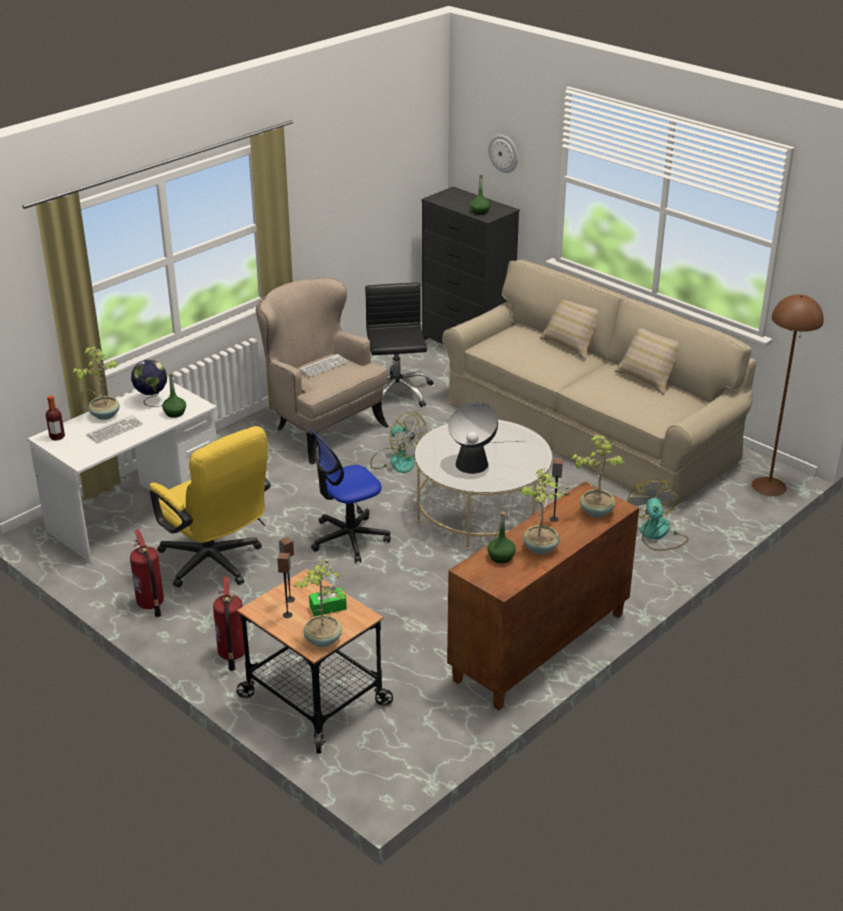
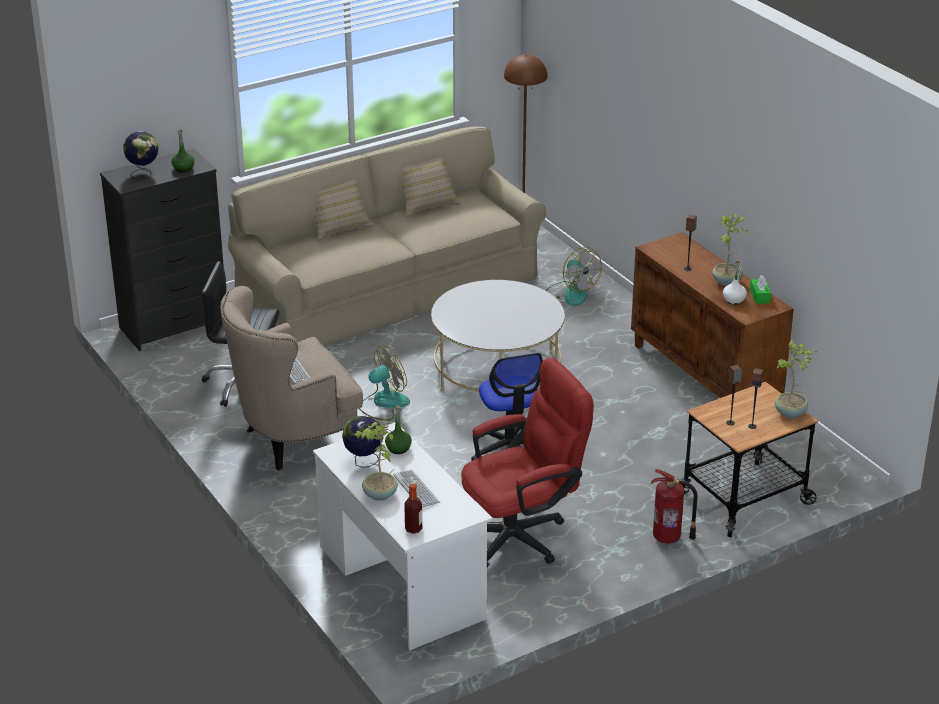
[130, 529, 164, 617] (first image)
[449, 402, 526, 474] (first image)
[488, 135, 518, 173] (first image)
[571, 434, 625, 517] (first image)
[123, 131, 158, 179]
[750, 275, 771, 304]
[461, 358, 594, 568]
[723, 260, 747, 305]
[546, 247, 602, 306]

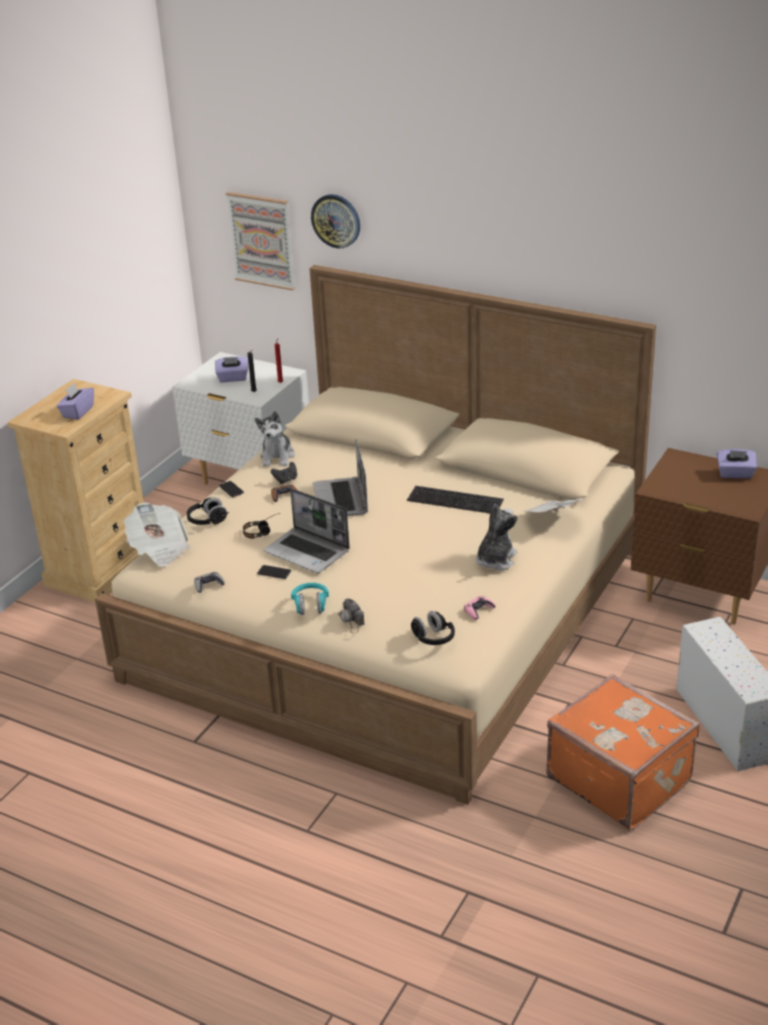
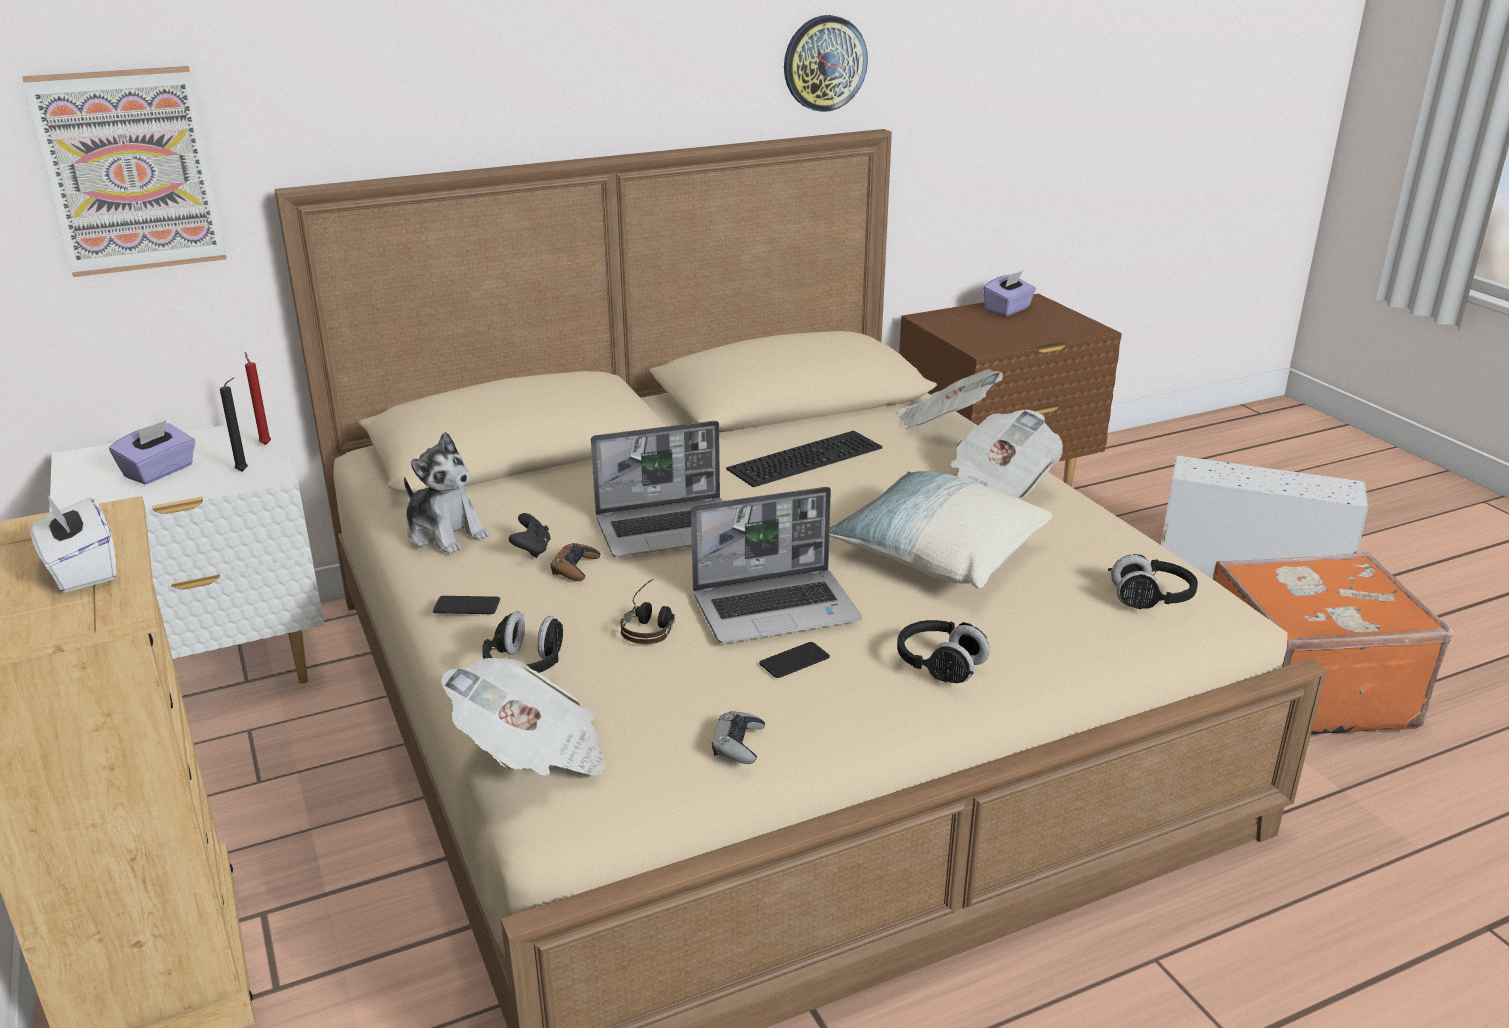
[338, 598, 365, 634] (first image)
[464, 596, 495, 620] (first image)
[829, 471, 1052, 589]
[784, 15, 868, 112]
[950, 410, 1063, 498]
[30, 495, 116, 592]
[897, 620, 990, 683]
[591, 421, 723, 557]

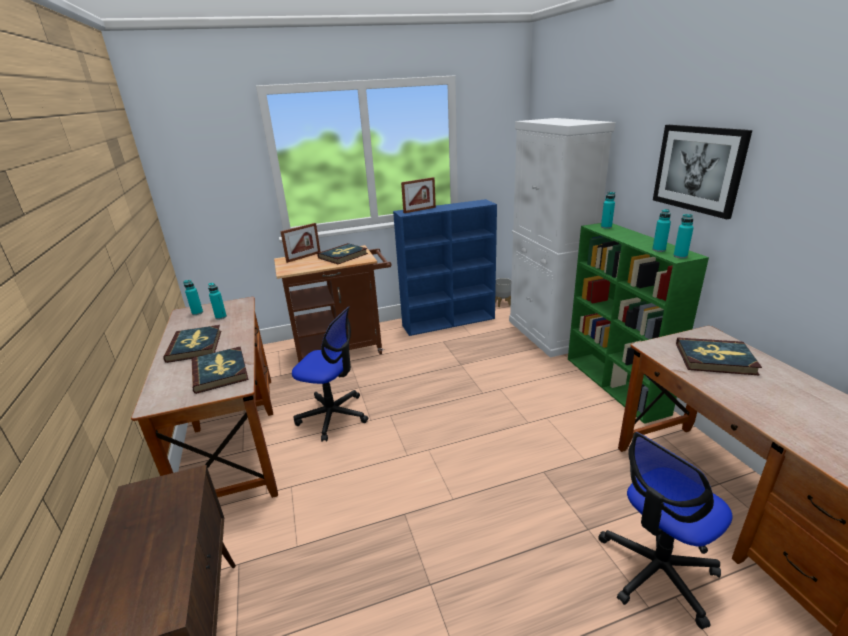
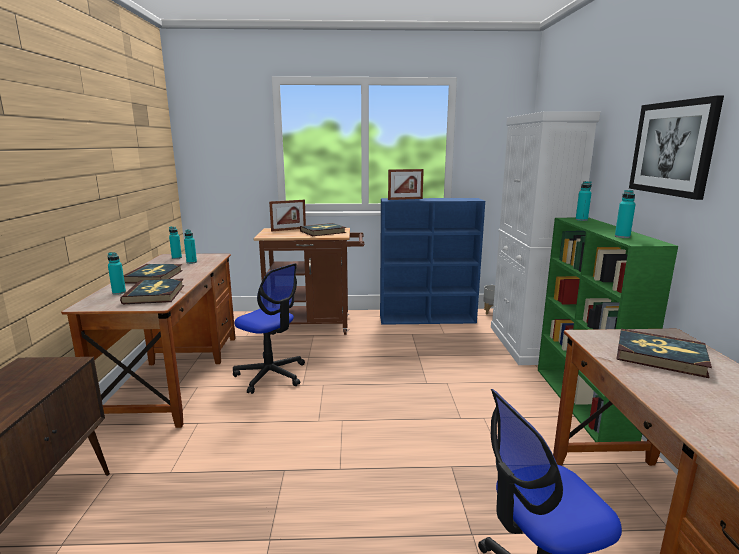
[107, 252, 126, 295]

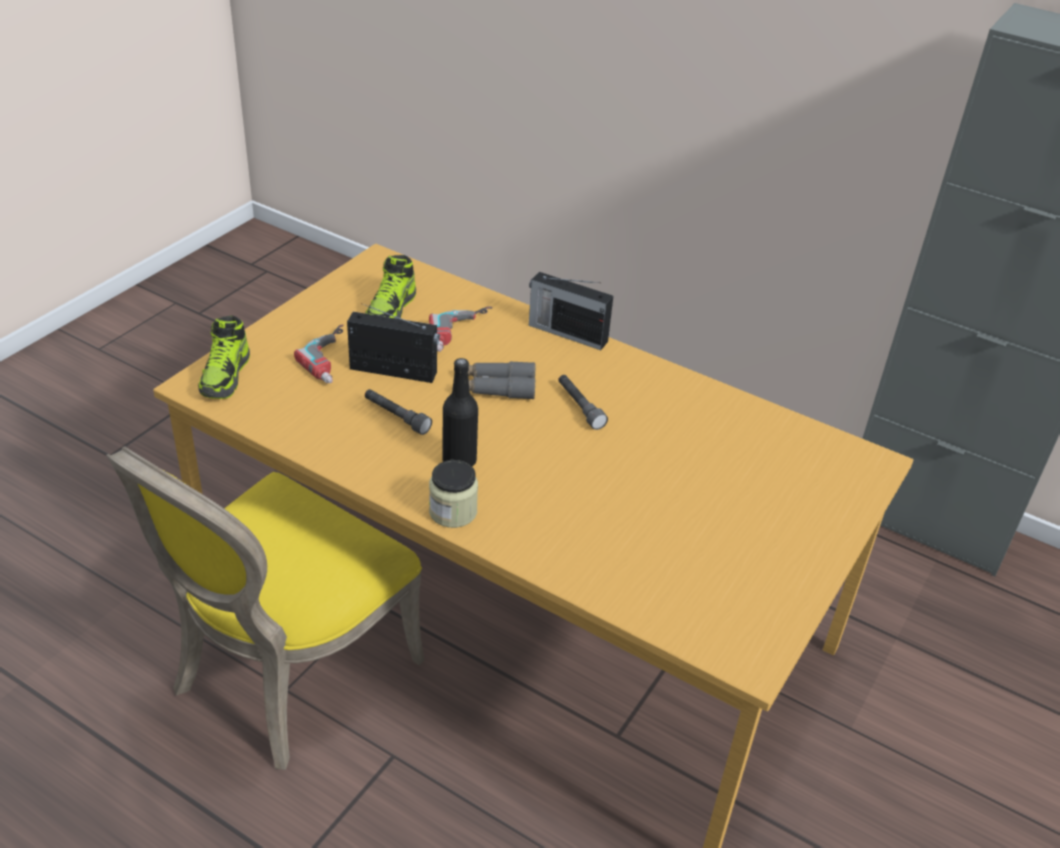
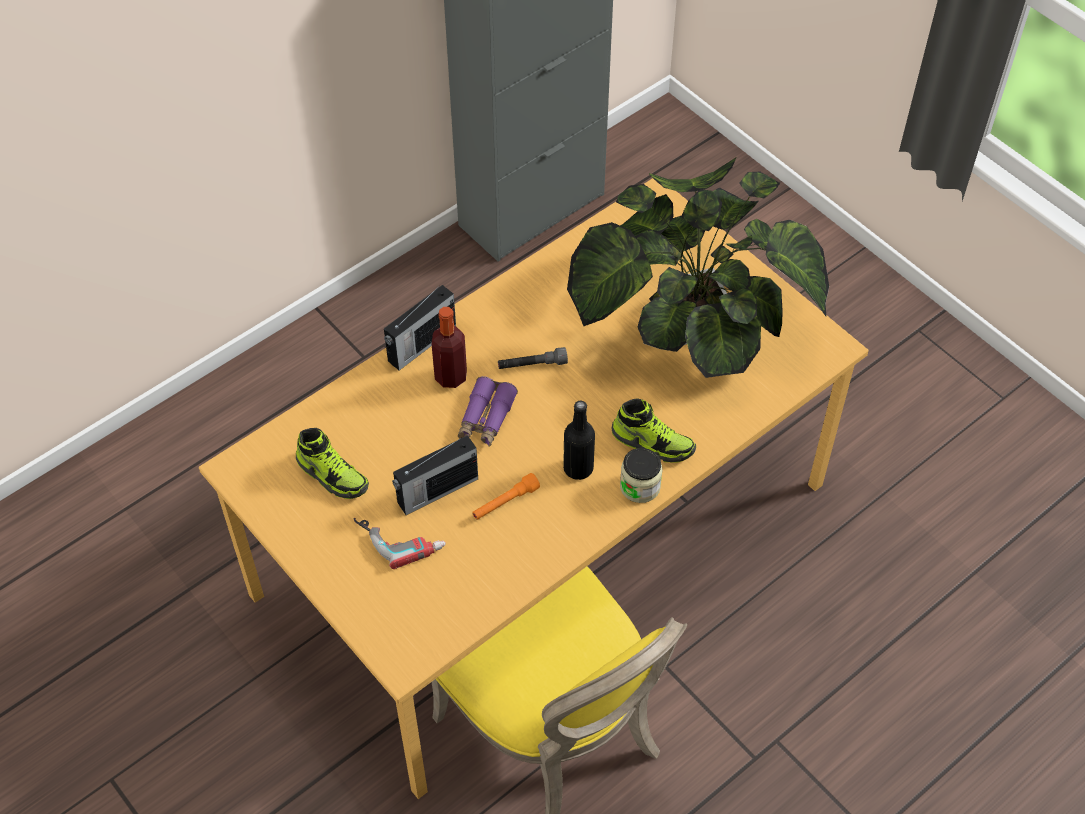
[429, 306, 492, 352] (first image)
[432, 307, 467, 388]
[567, 158, 829, 378]
[611, 398, 696, 463]
[472, 473, 540, 520]
[458, 376, 518, 447]
[392, 435, 478, 515]

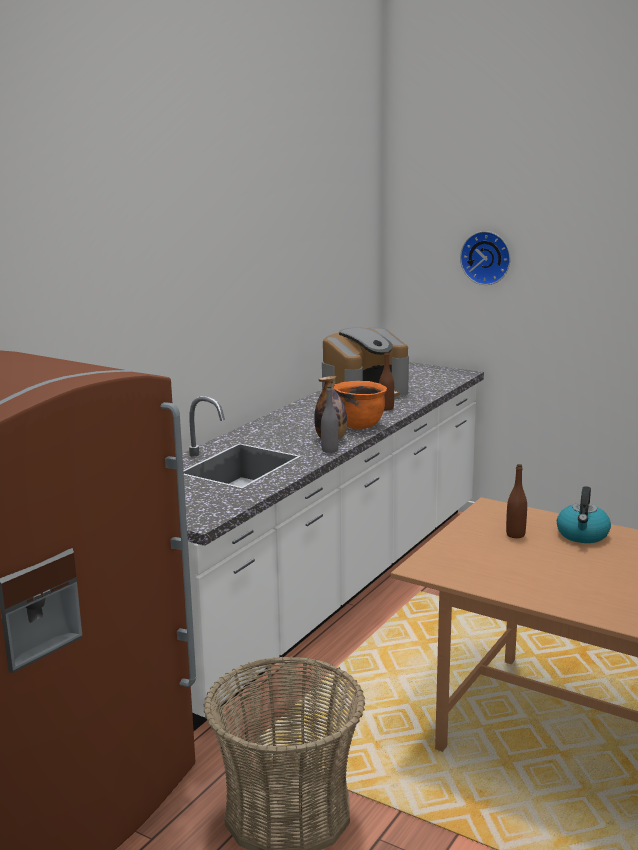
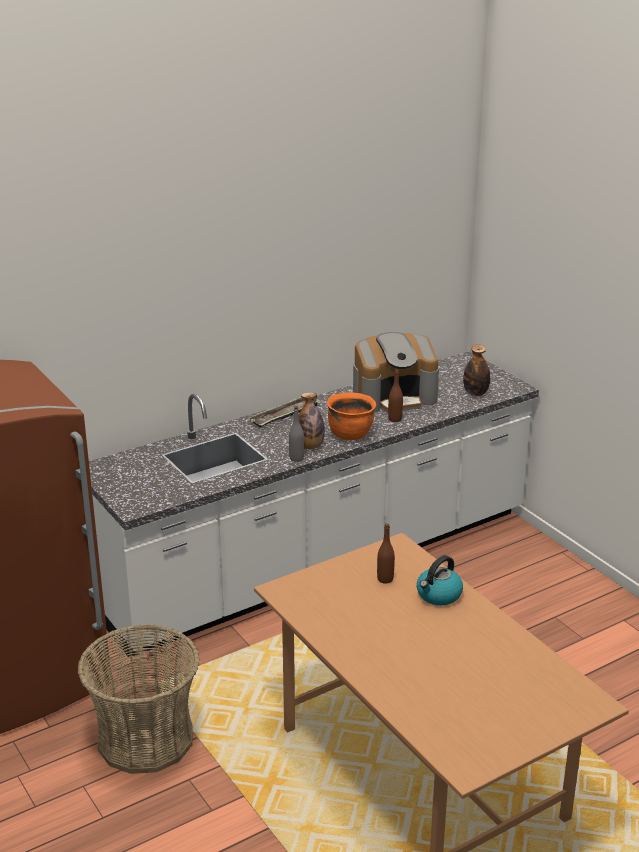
[460, 231, 510, 285] (first image)
[248, 396, 320, 427]
[463, 344, 490, 396]

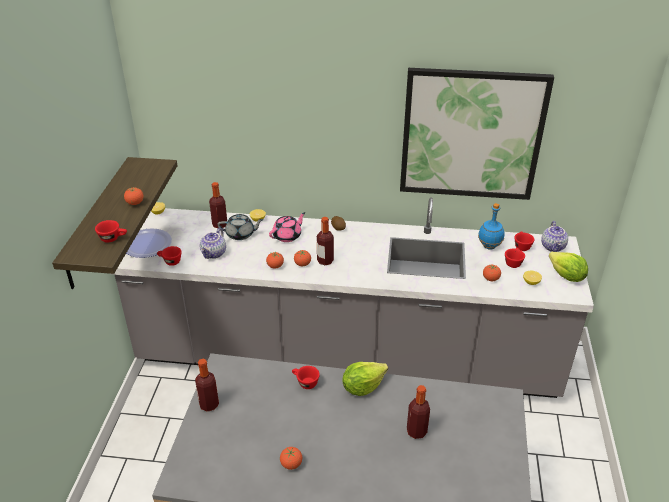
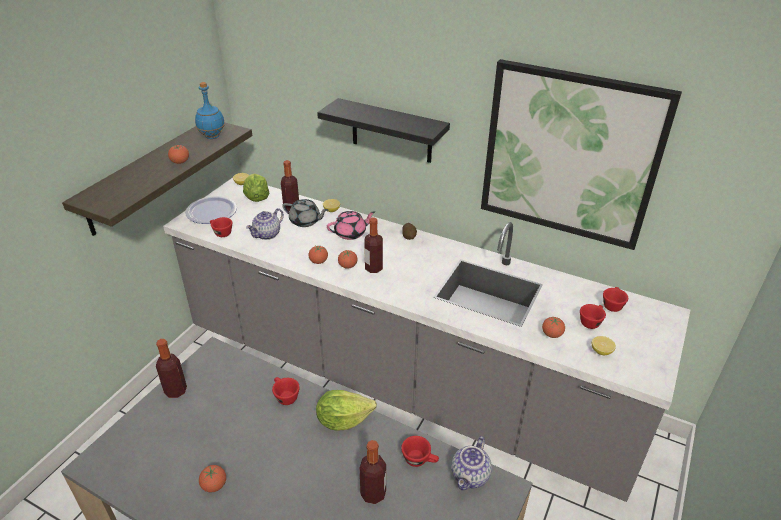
[317, 98, 450, 163]
[401, 436, 439, 467]
[195, 82, 225, 139]
[451, 436, 492, 490]
[243, 174, 269, 202]

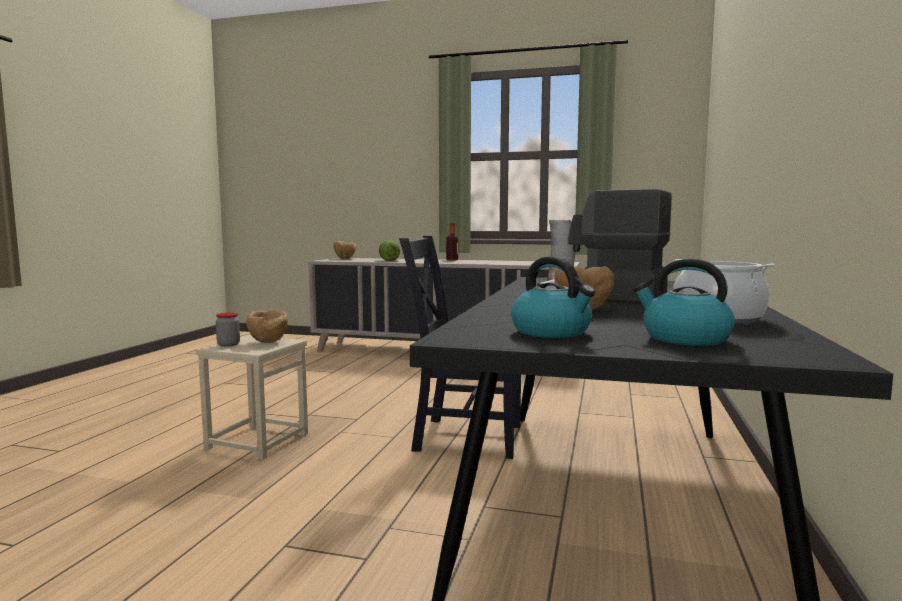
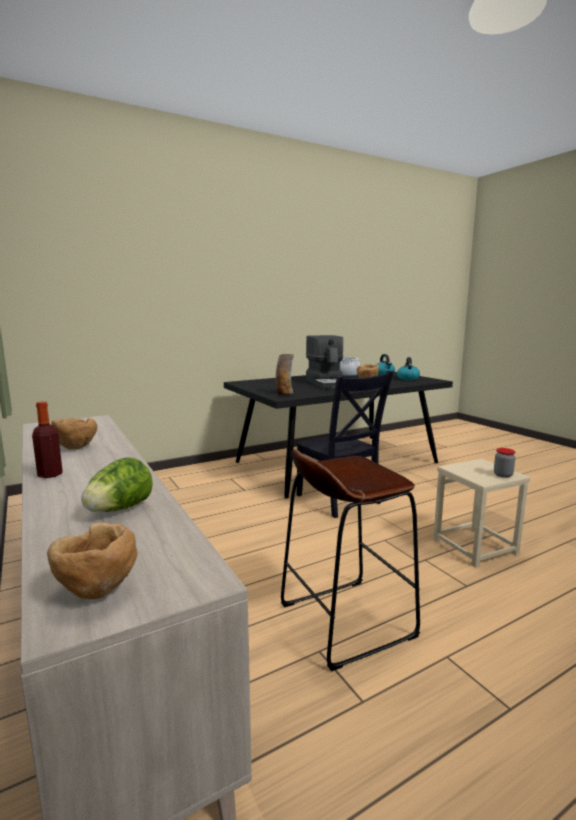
[281, 449, 420, 671]
[51, 417, 97, 450]

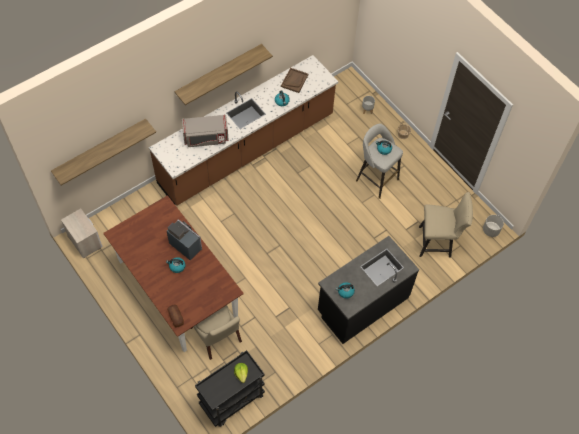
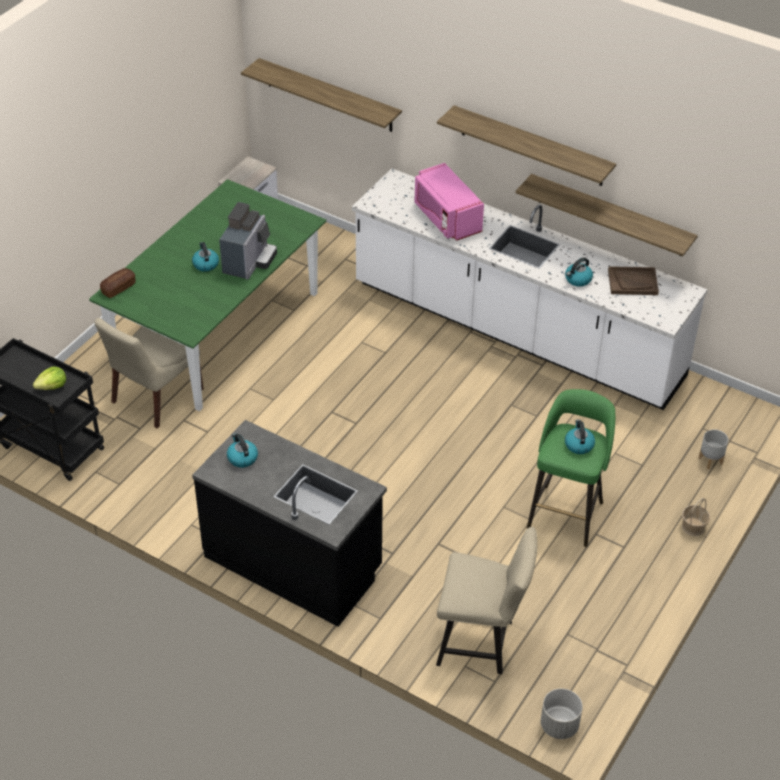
[515, 174, 698, 256]
[89, 179, 326, 411]
[352, 168, 707, 410]
[415, 163, 484, 241]
[527, 389, 615, 547]
[436, 527, 537, 674]

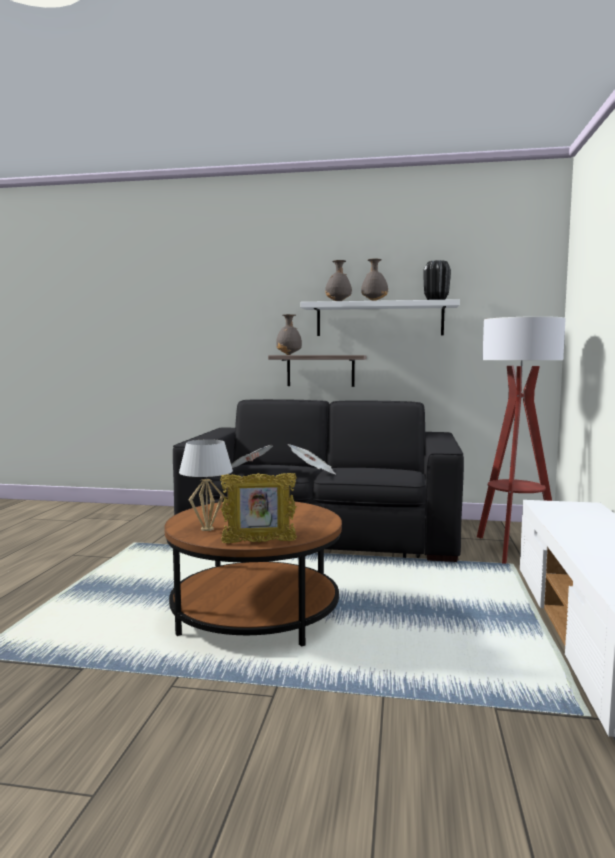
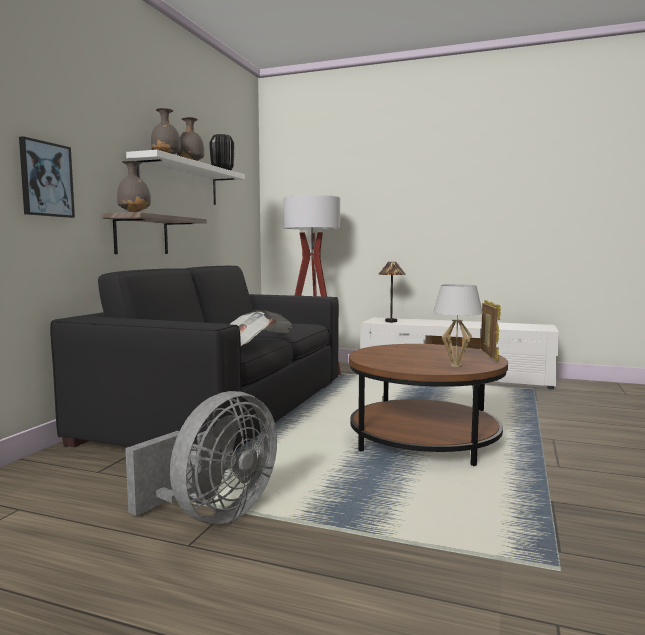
[19, 136, 75, 218]
[125, 391, 277, 524]
[378, 262, 406, 322]

